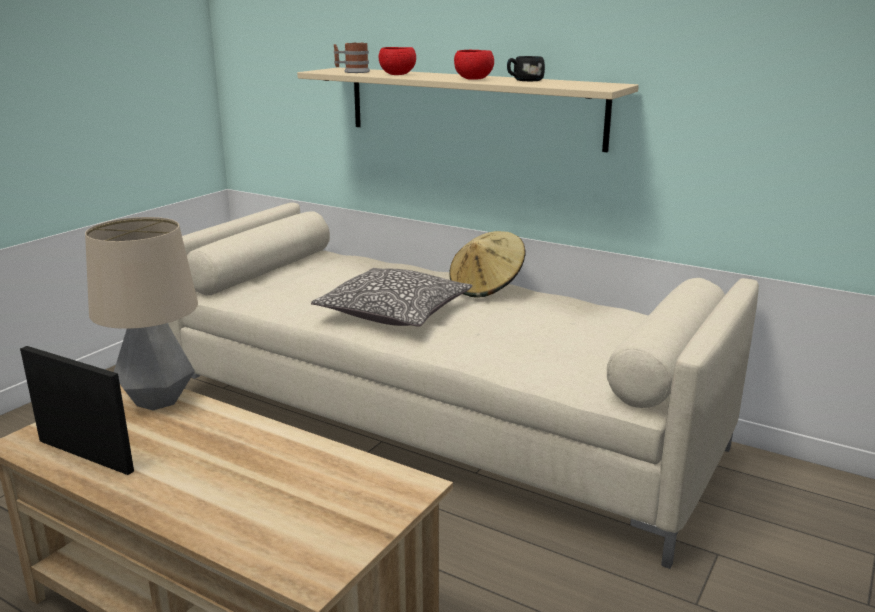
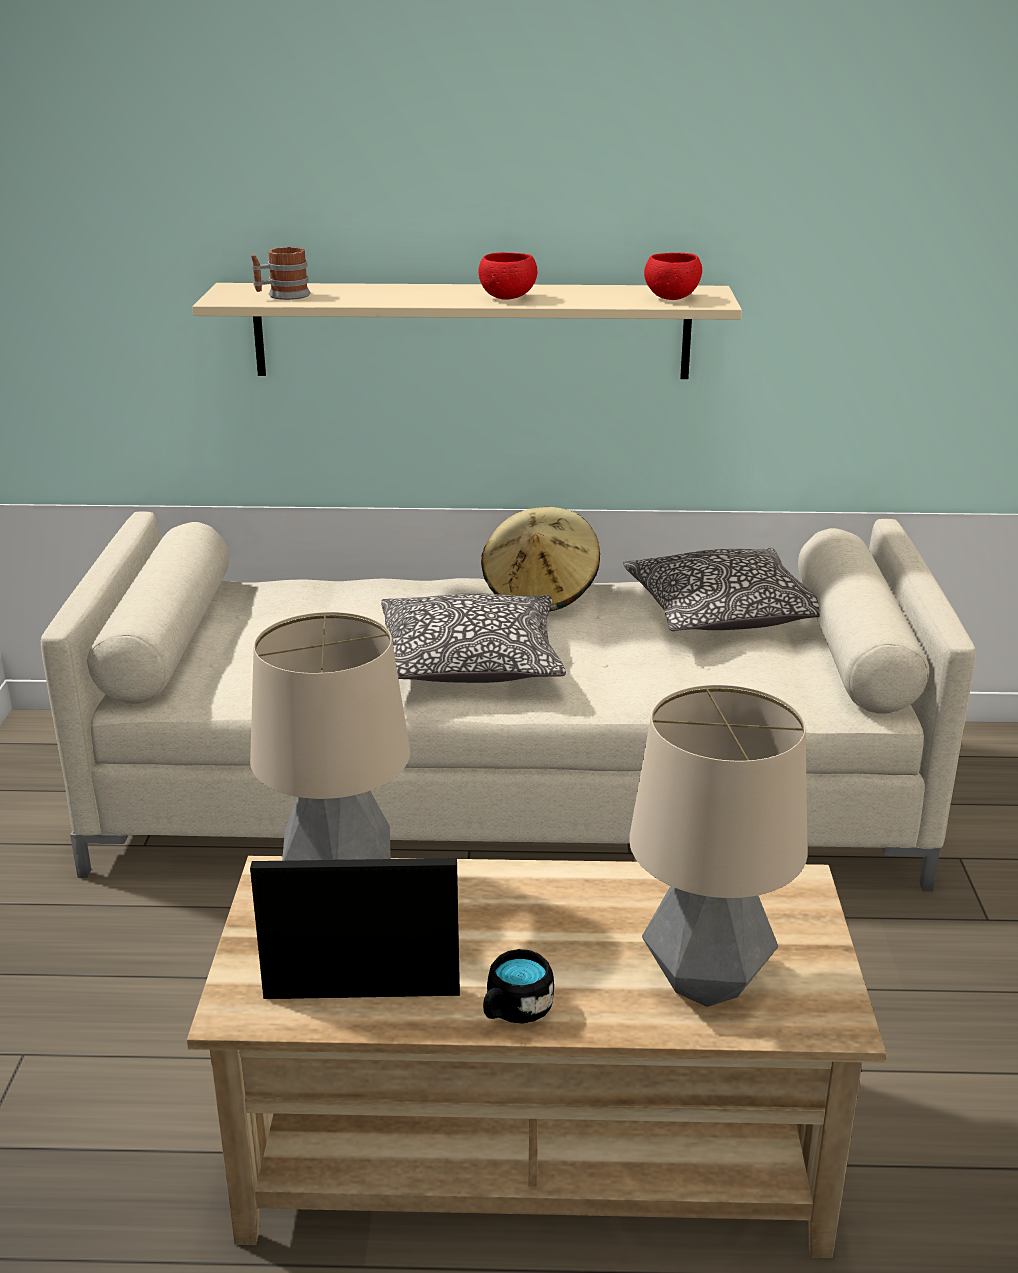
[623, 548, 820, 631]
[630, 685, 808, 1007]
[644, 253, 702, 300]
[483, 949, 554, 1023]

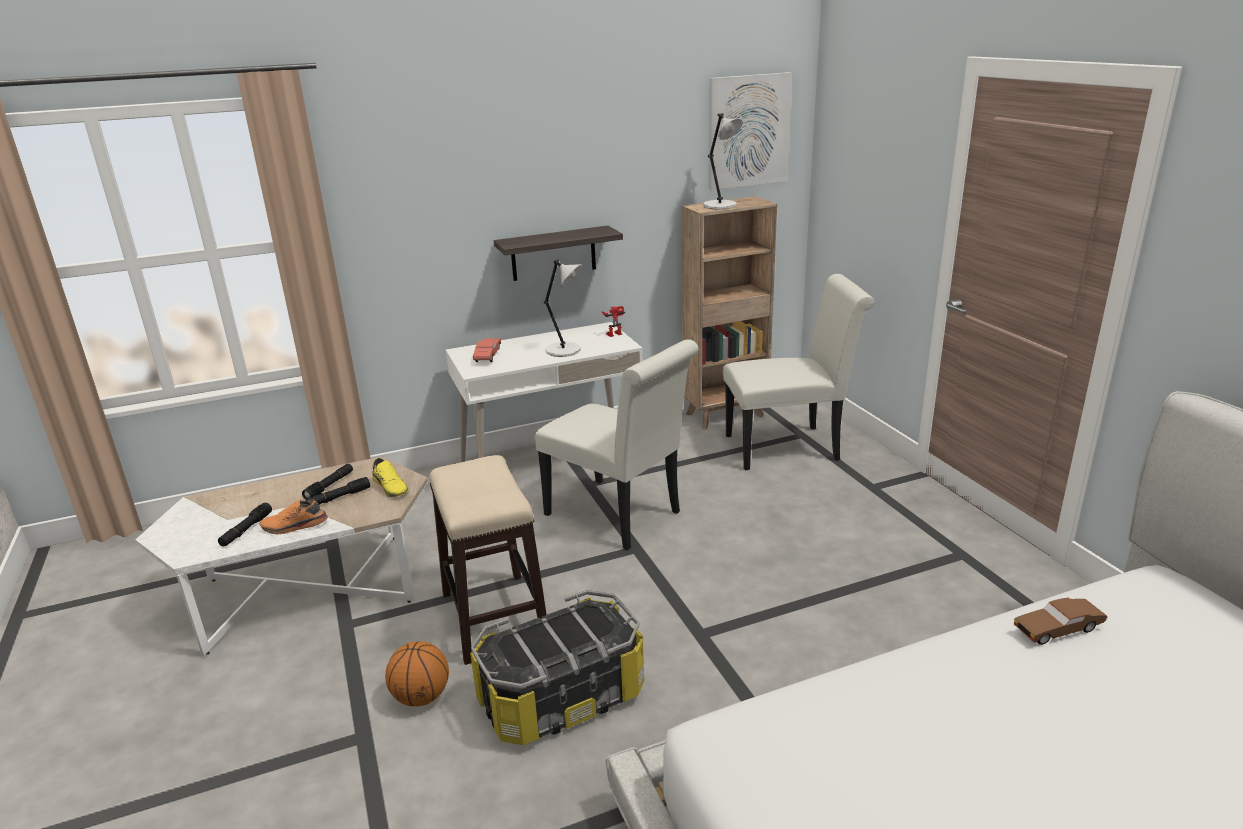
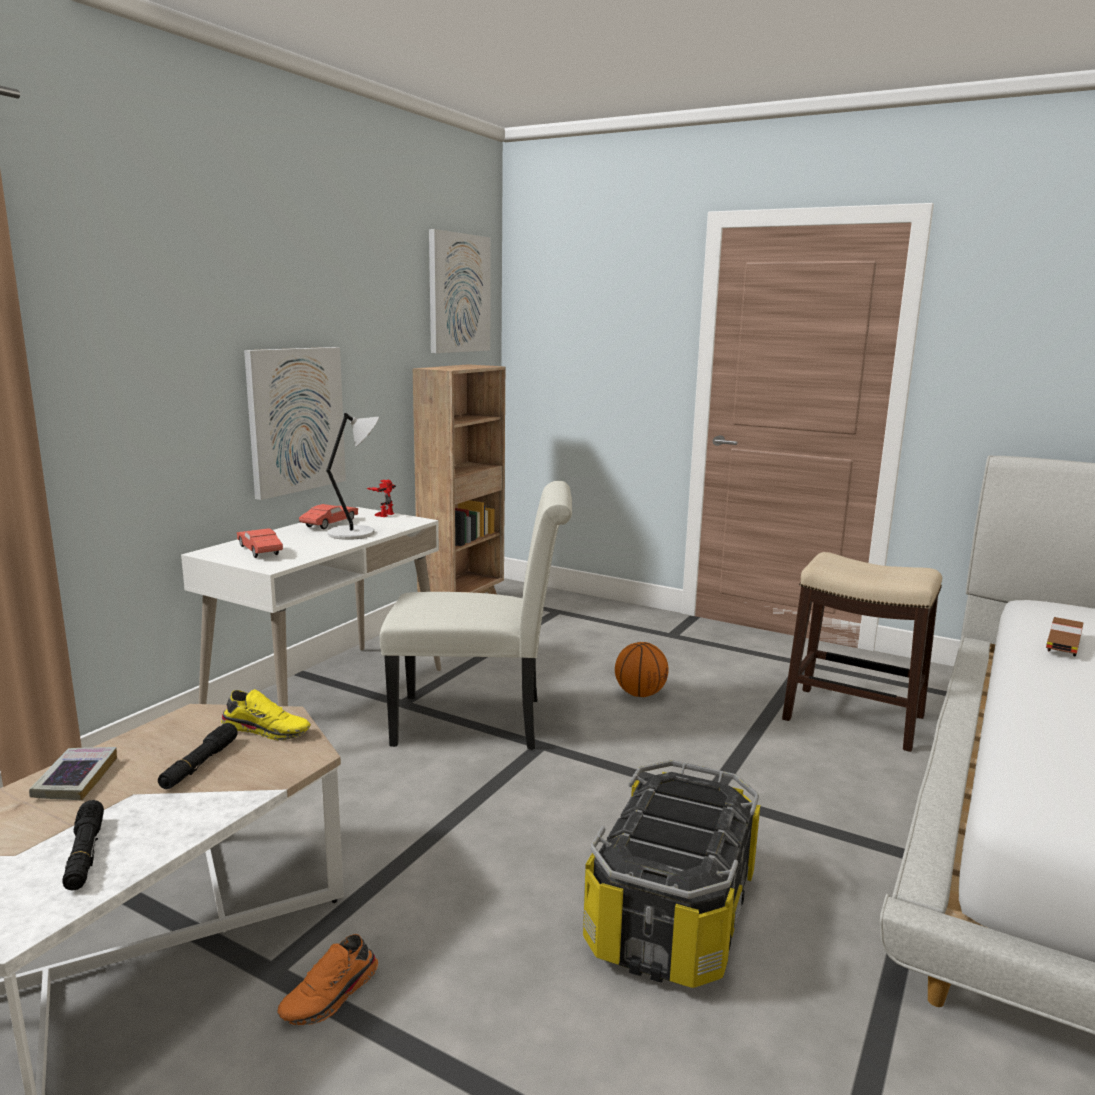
[302, 464, 353, 500] (first image)
[703, 113, 743, 209] (first image)
[723, 274, 874, 470] (first image)
[29, 747, 117, 800]
[299, 504, 358, 529]
[277, 934, 378, 1025]
[615, 642, 668, 697]
[782, 552, 942, 752]
[244, 347, 346, 500]

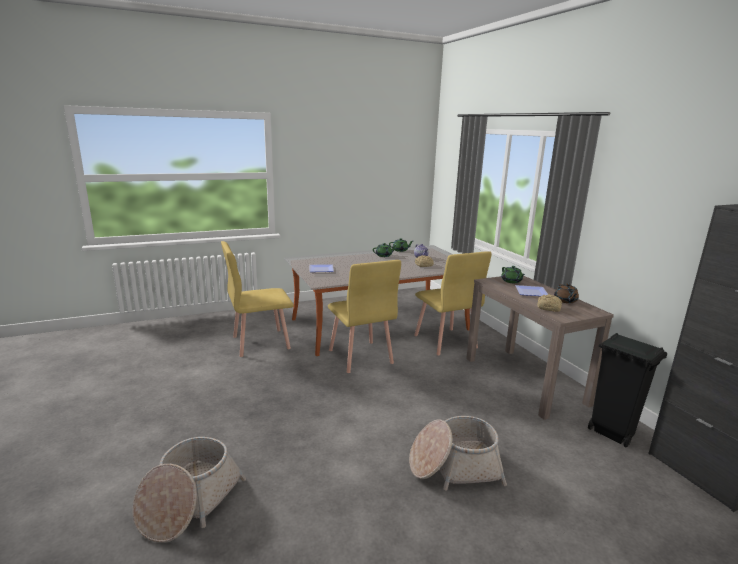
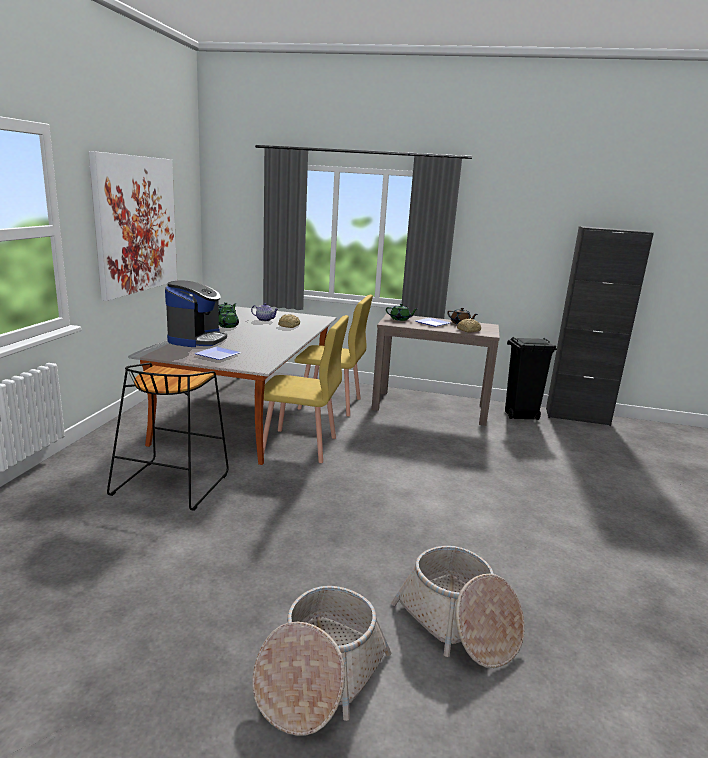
[89, 151, 177, 301]
[165, 281, 227, 347]
[252, 586, 392, 736]
[107, 363, 229, 511]

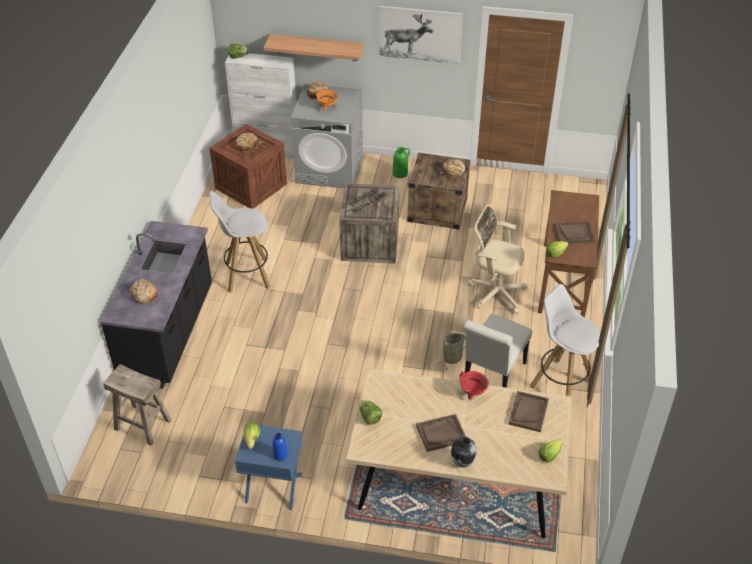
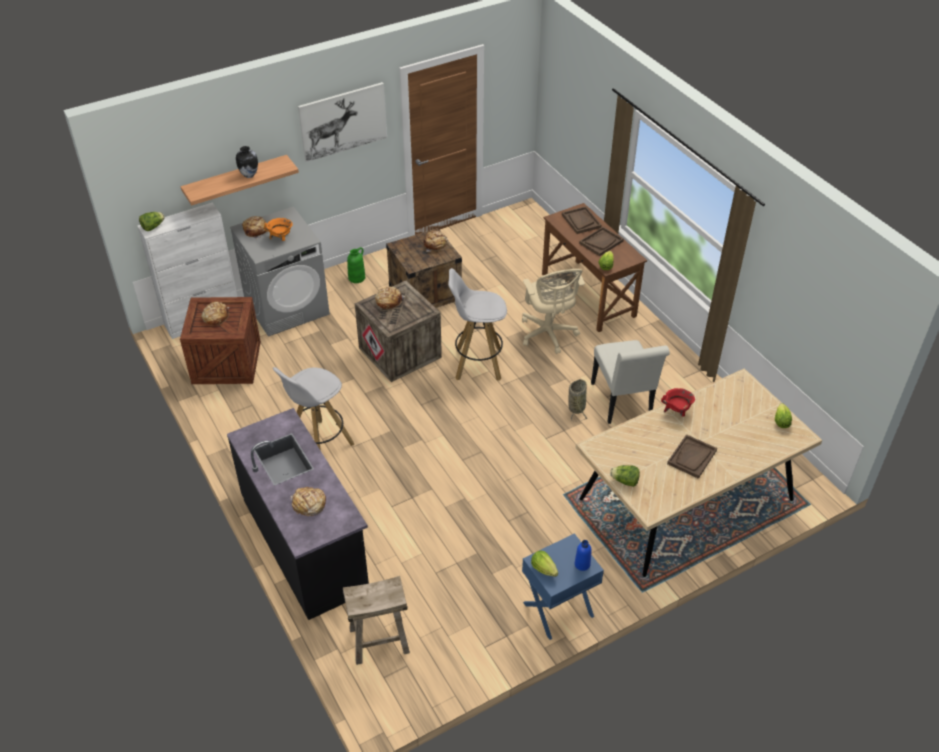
[375, 287, 405, 310]
[236, 146, 258, 178]
[562, 206, 602, 234]
[448, 268, 507, 381]
[522, 269, 585, 354]

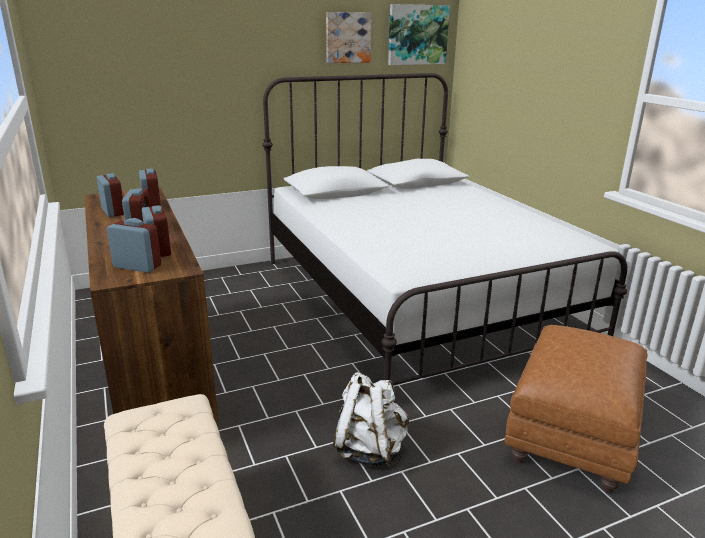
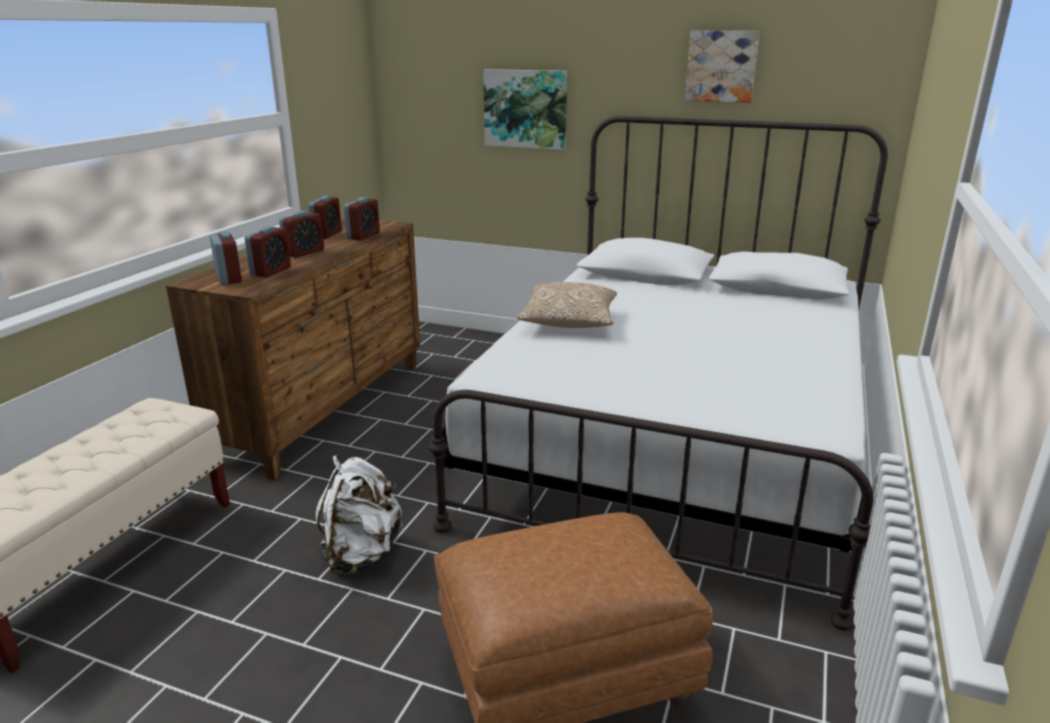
[517, 282, 617, 328]
[483, 69, 567, 150]

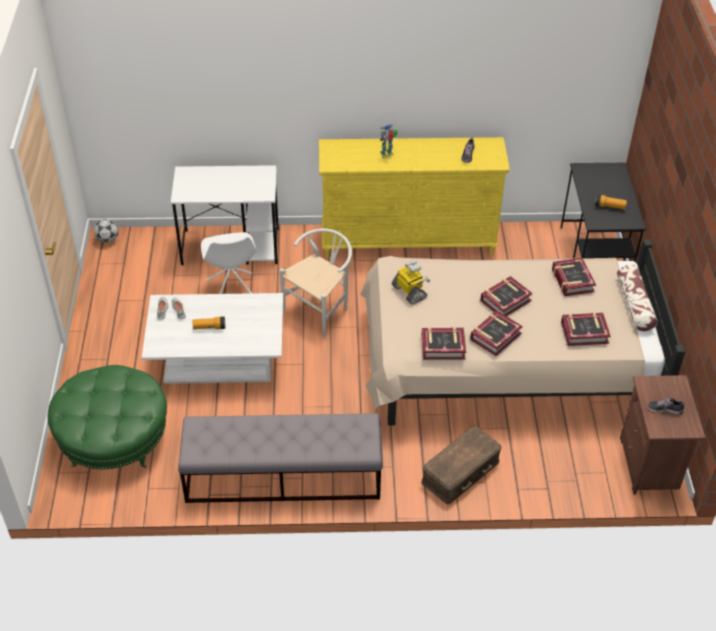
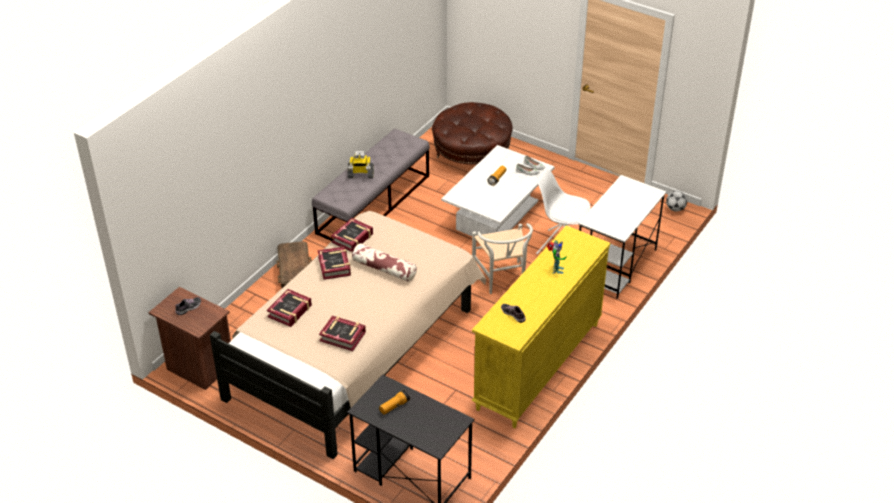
[480, 276, 533, 316] (first image)
[348, 150, 374, 178]
[352, 243, 417, 282]
[432, 102, 513, 166]

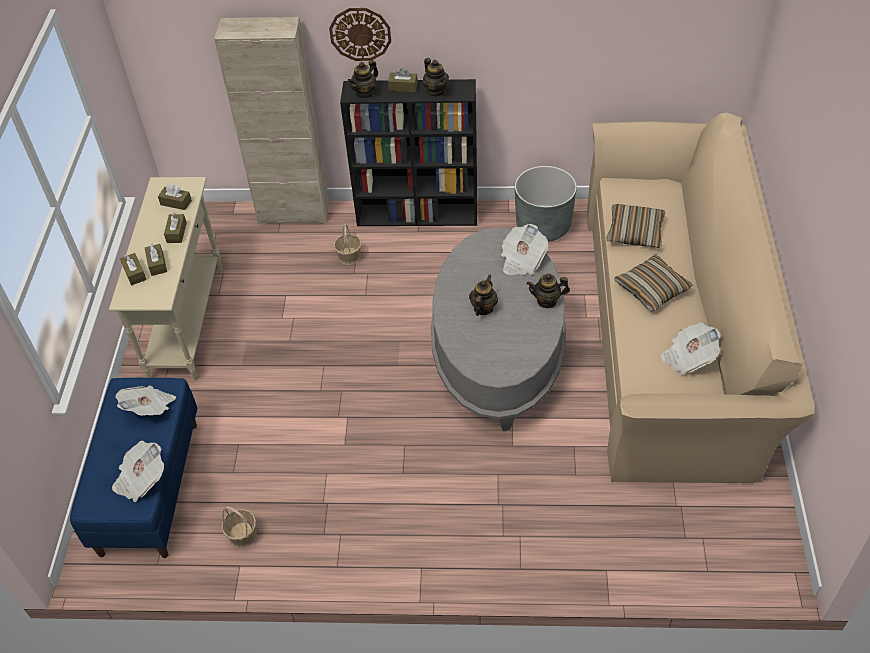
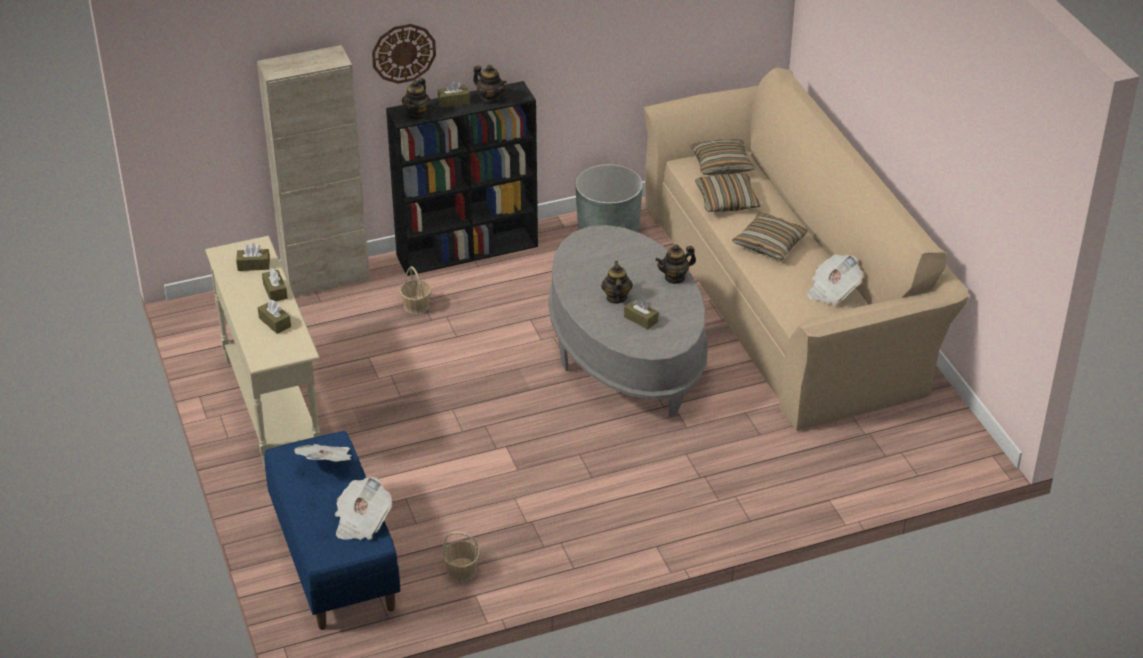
[501, 224, 549, 275] (first image)
[691, 139, 755, 175]
[624, 299, 659, 330]

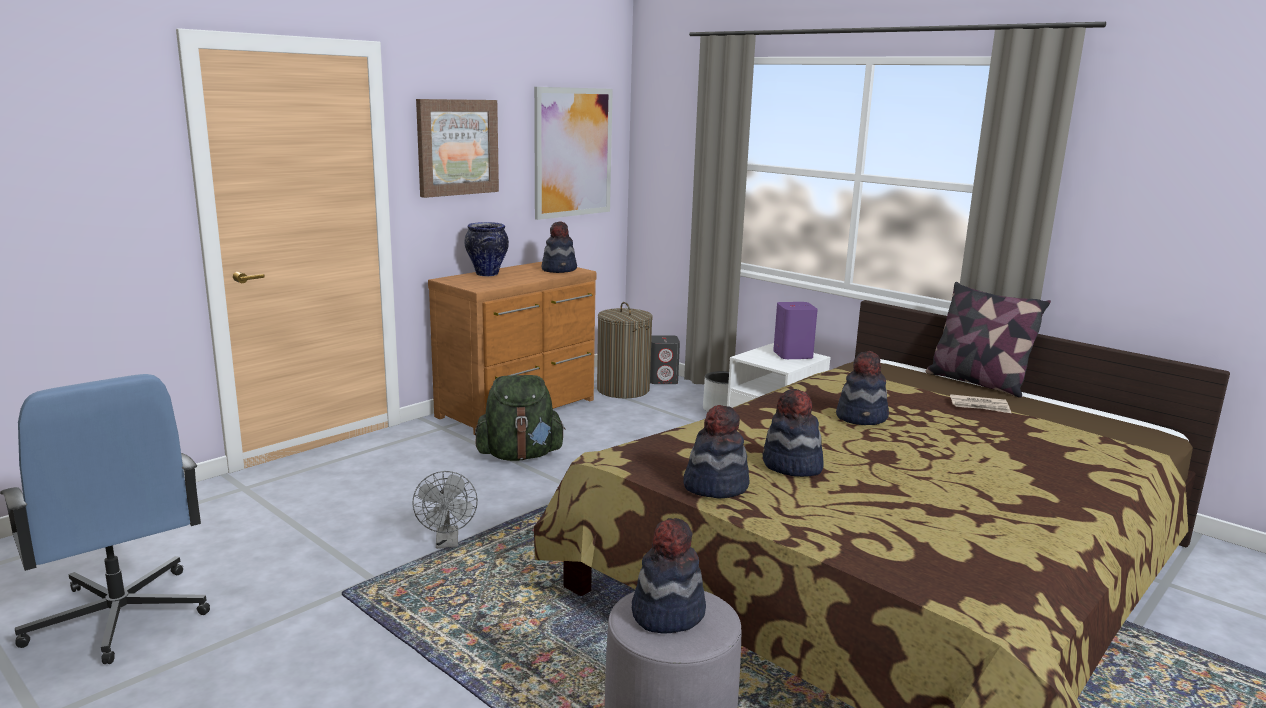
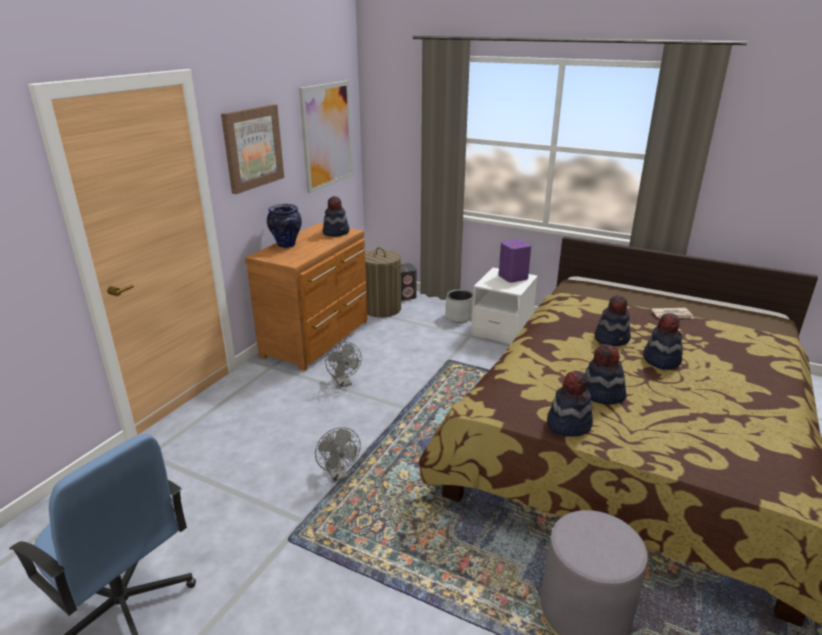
[925, 282, 1051, 398] (first image)
[643, 313, 683, 370]
[325, 342, 362, 388]

